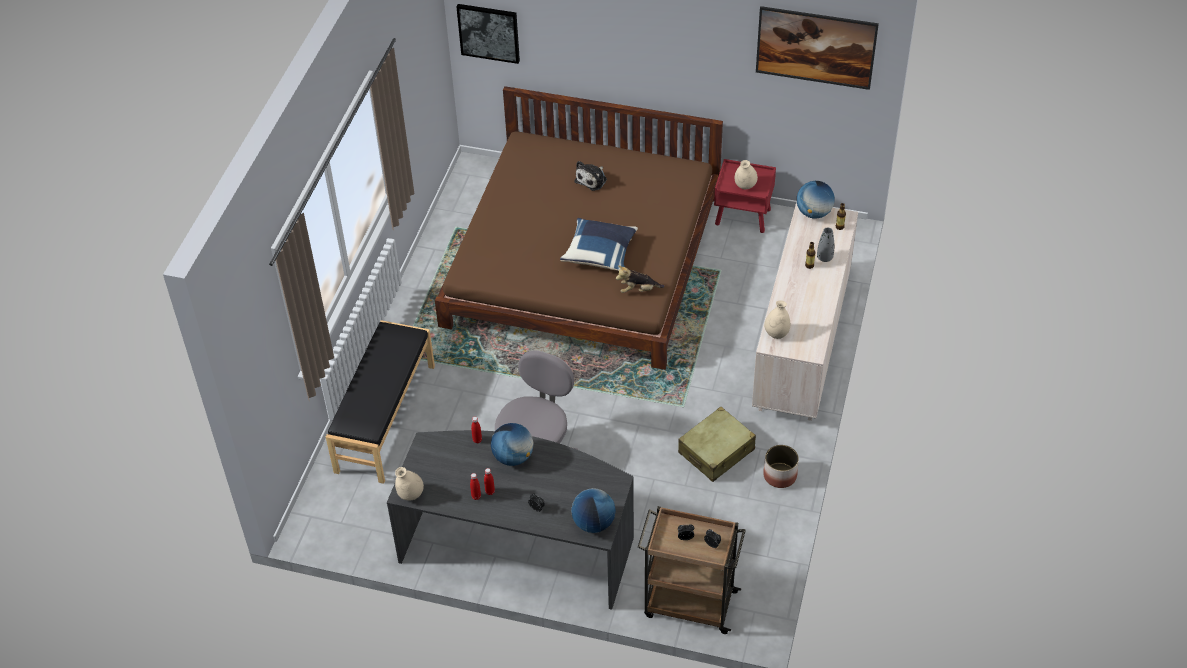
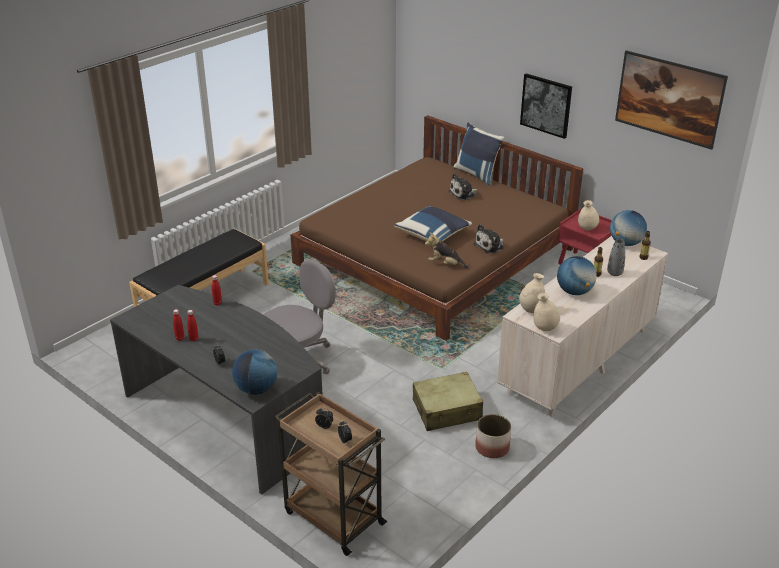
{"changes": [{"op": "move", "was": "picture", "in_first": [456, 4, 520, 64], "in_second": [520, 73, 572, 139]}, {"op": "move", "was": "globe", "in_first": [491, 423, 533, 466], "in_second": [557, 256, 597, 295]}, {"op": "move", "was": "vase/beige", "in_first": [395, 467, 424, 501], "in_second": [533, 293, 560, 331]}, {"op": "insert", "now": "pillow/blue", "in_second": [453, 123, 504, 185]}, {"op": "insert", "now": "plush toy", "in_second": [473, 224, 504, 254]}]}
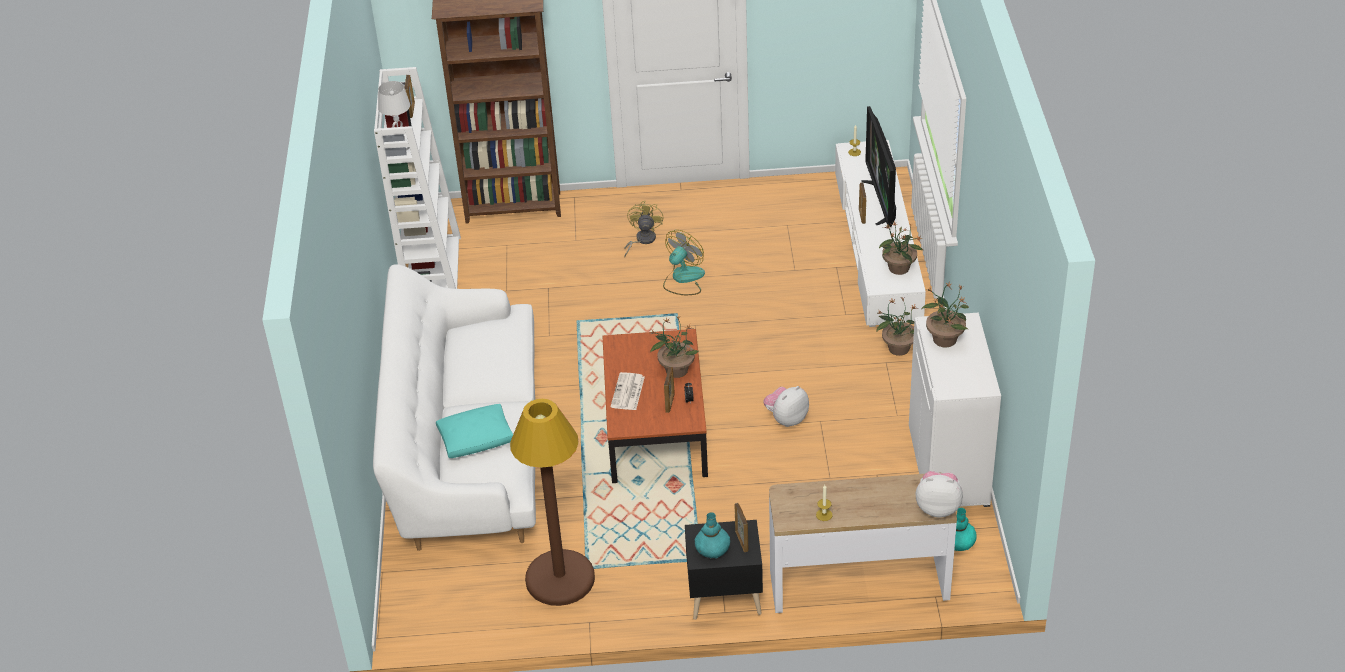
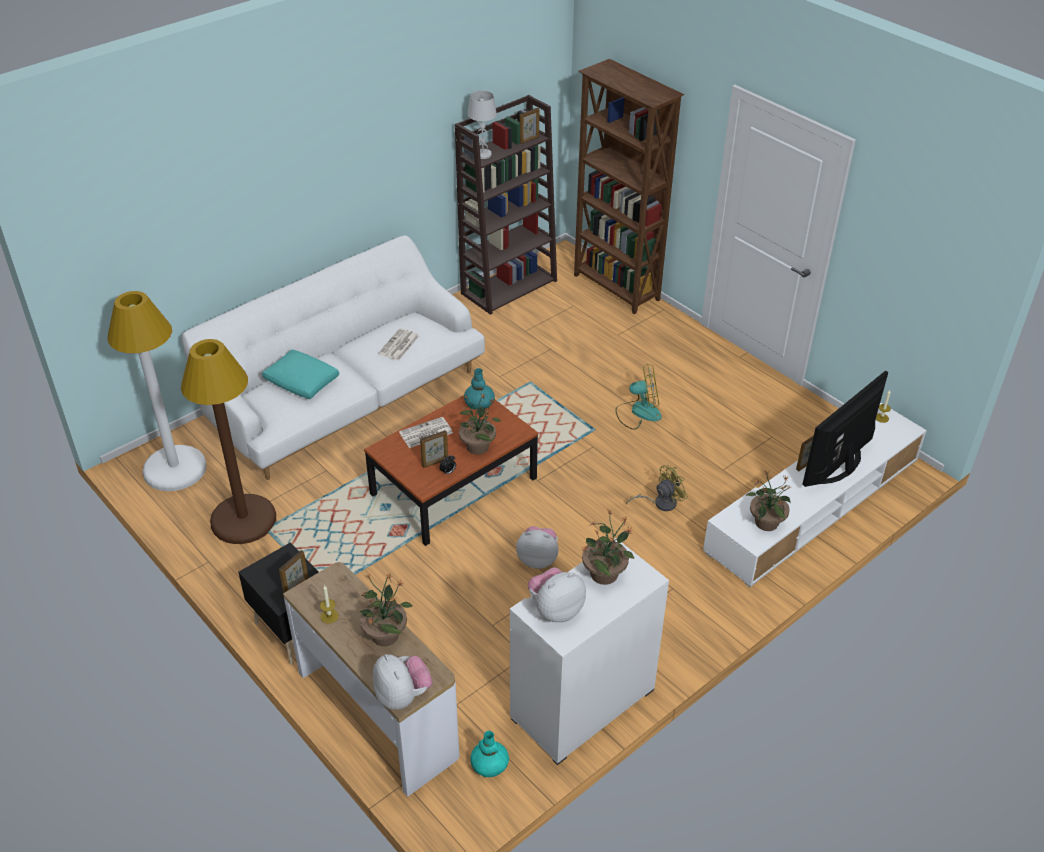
{"changes": [{"op": "recolor", "was": "bookcase/white", "now": "bookcase/brown", "in_first": [374, 67, 461, 289], "in_second": [455, 95, 557, 315]}, {"op": "move", "was": "fan/yellow", "in_first": [624, 201, 663, 256], "in_second": [626, 465, 688, 511]}, {"op": "move", "was": "potted plant", "in_first": [877, 297, 919, 356], "in_second": [360, 573, 413, 646]}, {"op": "move", "was": "vase/turquoise", "in_first": [695, 513, 730, 559], "in_second": [464, 368, 495, 409]}, {"op": "insert", "now": "floor lamp/white", "in_second": [108, 291, 207, 491]}, {"op": "insert", "now": "newspaper", "in_second": [378, 328, 419, 360]}, {"op": "insert", "now": "plush toy", "in_second": [528, 567, 586, 622]}]}
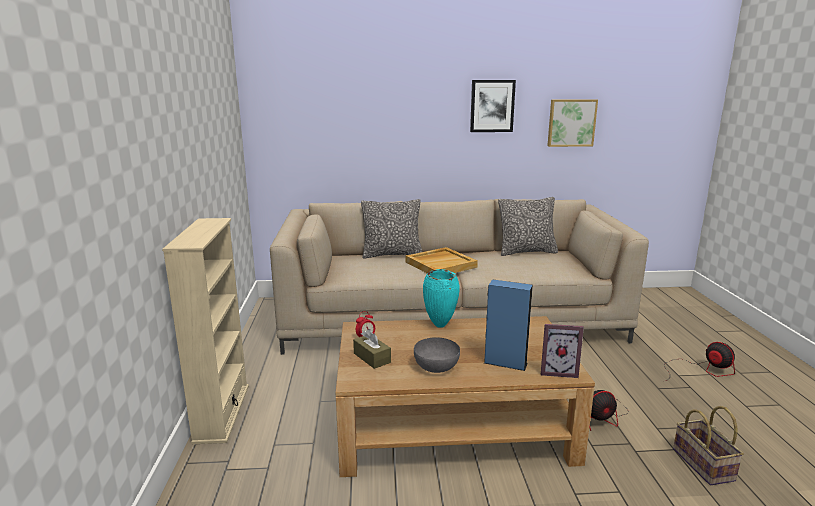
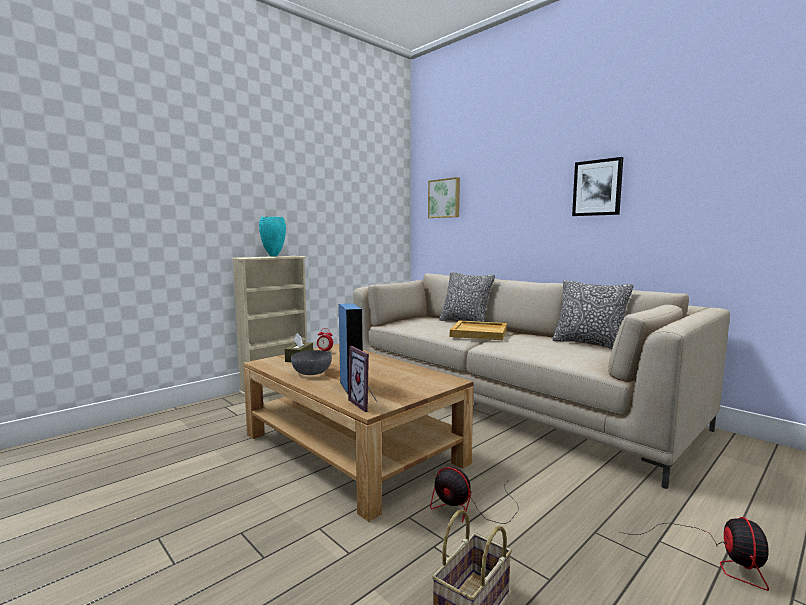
{"changes": [{"op": "move", "was": "picture", "in_first": [547, 99, 598, 147], "in_second": [428, 177, 460, 218]}, {"op": "move", "was": "vase/turquoise", "in_first": [423, 269, 460, 328], "in_second": [259, 217, 286, 257]}]}
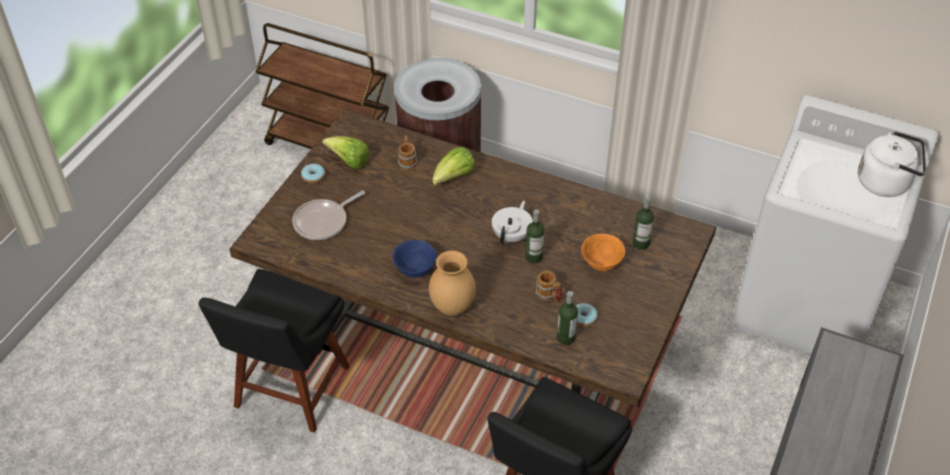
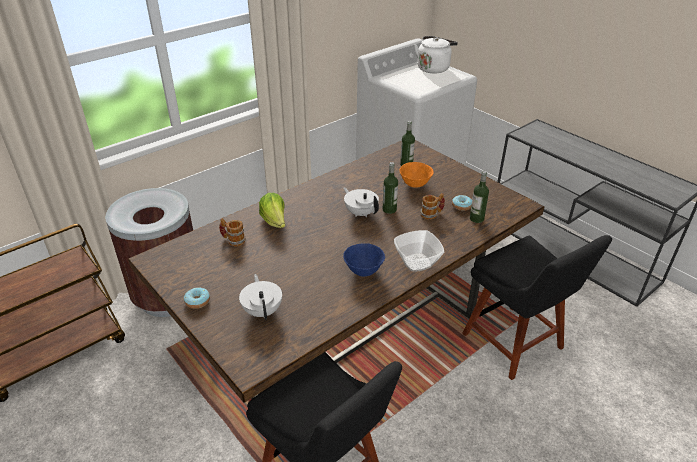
{"changes": [{"op": "delete", "was": "lettuce", "in_first": [323, 136, 370, 169]}, {"op": "replace", "was": "frying pan", "now": "teapot/white", "in_first": [292, 191, 365, 240], "in_second": [239, 274, 282, 320]}, {"op": "replace", "was": "vase/brown", "now": "bowl", "in_first": [429, 251, 476, 316], "in_second": [394, 230, 444, 272]}]}
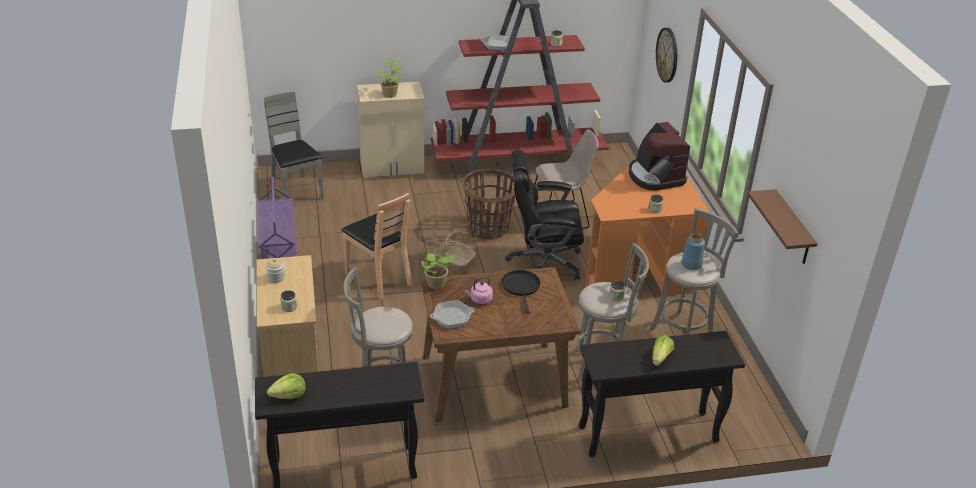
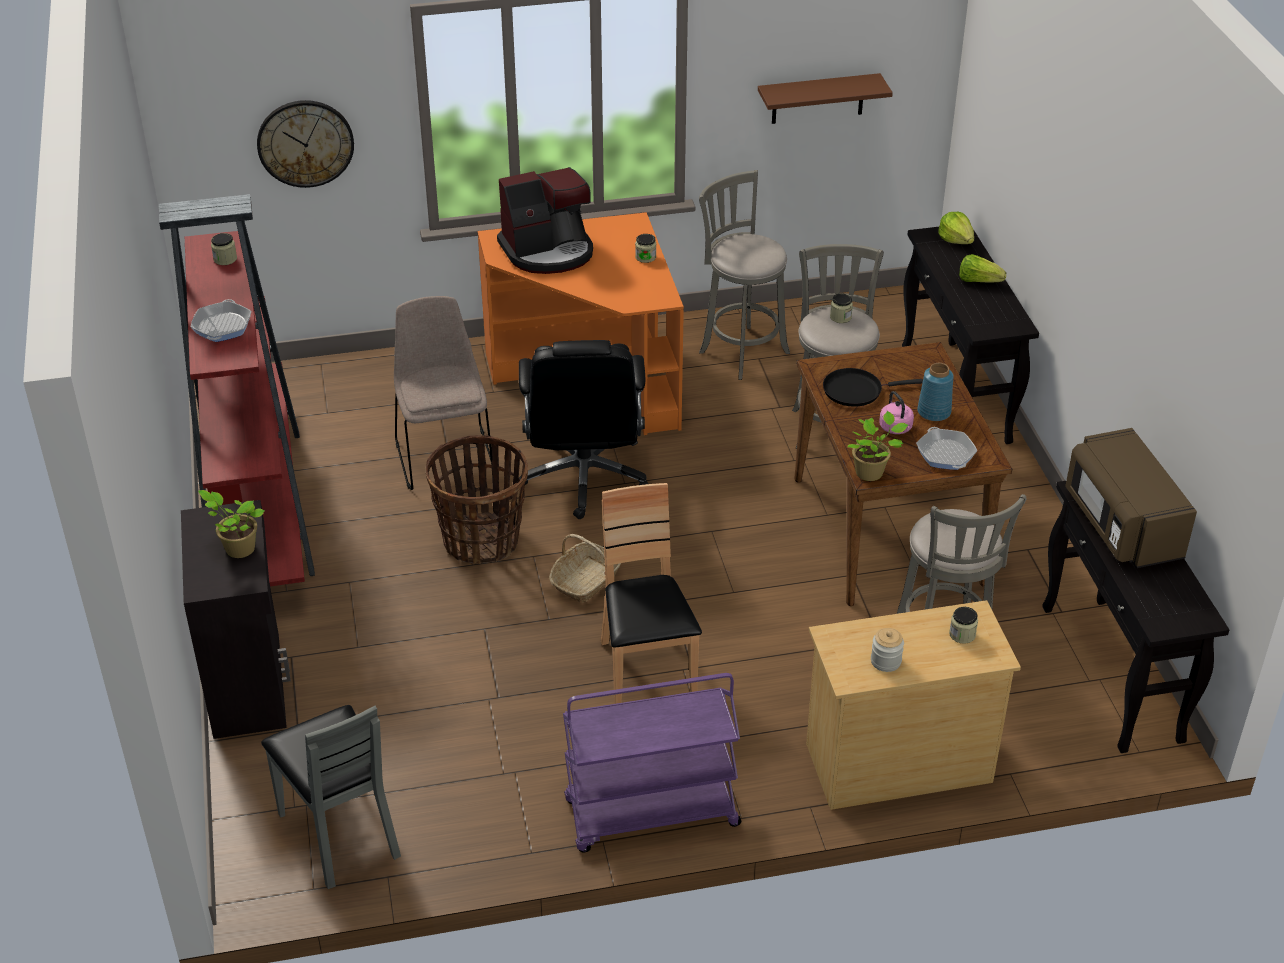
{"changes": [{"op": "recolor", "was": "cabinet/beige", "now": "cabinet/black", "in_first": [357, 82, 424, 177], "in_second": [181, 500, 291, 739]}, {"op": "rotate", "was": "chair/grey", "in_first": [264, 91, 324, 200], "in_second": [261, 705, 401, 889], "clockwise": -90}, {"op": "rotate", "was": "chair/brown", "in_first": [341, 193, 412, 300], "in_second": [601, 483, 702, 704], "clockwise": -60}, {"op": "move", "was": "vase/blue", "in_first": [681, 233, 705, 270], "in_second": [917, 363, 954, 421]}, {"op": "move", "was": "lettuce", "in_first": [267, 373, 306, 399], "in_second": [938, 212, 974, 244]}, {"op": "insert", "now": "microwave/brown", "in_second": [1065, 428, 1197, 568]}]}
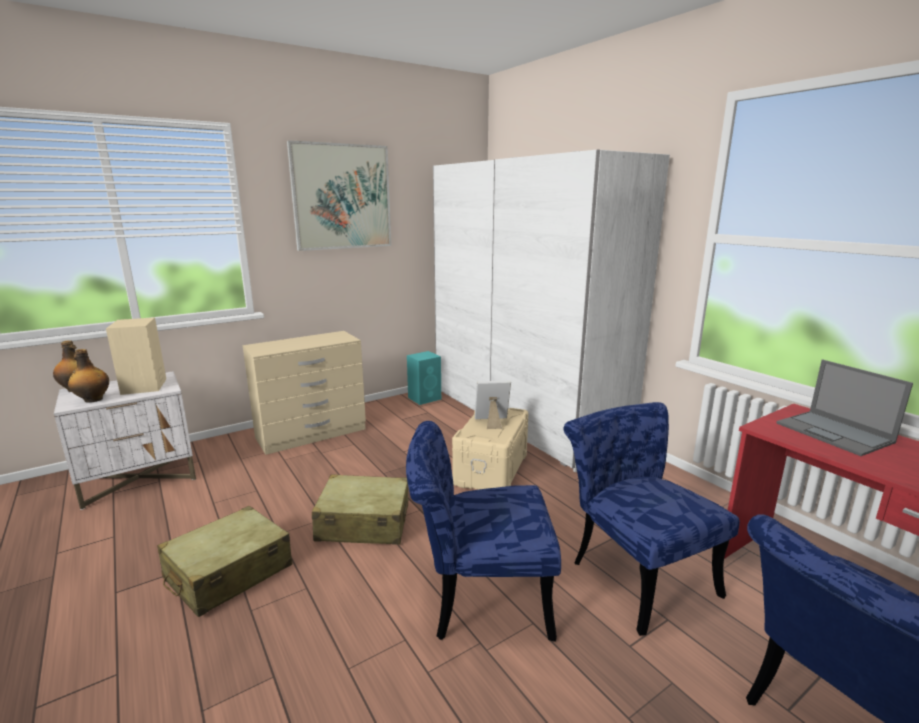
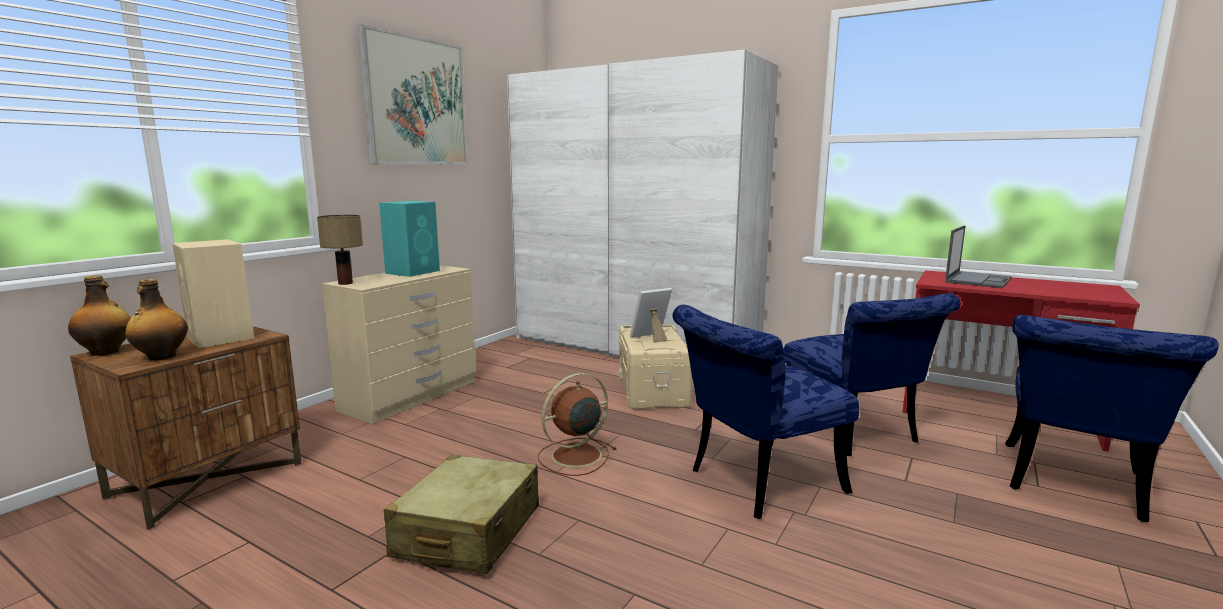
{"changes": [{"op": "move", "was": "speaker/turquoise", "in_first": [407, 351, 441, 405], "in_second": [379, 201, 440, 277]}, {"op": "rotate", "was": "laptop", "in_first": [776, 359, 913, 456], "in_second": [945, 225, 1012, 288], "clockwise": -90}, {"op": "recolor", "was": "nightstand/white", "now": "nightstand/brown", "in_first": [54, 371, 196, 510], "in_second": [70, 326, 302, 530]}, {"op": "rotate", "was": "chair/blue", "in_first": [564, 402, 740, 636], "in_second": [784, 293, 960, 456], "clockwise": -150}, {"op": "replace", "was": "suitcase/beige", "now": "fan/brown", "in_first": [312, 474, 408, 545], "in_second": [538, 373, 616, 476]}, {"op": "insert", "now": "table lamp", "in_second": [317, 215, 363, 285]}]}
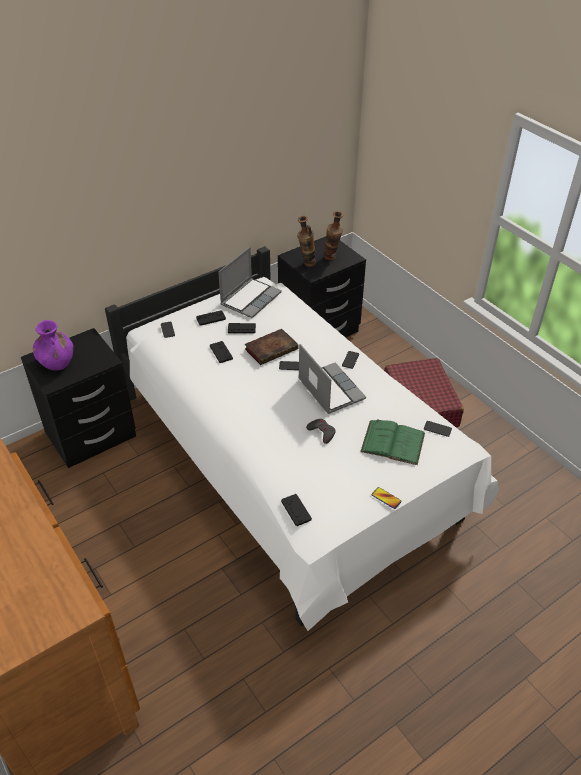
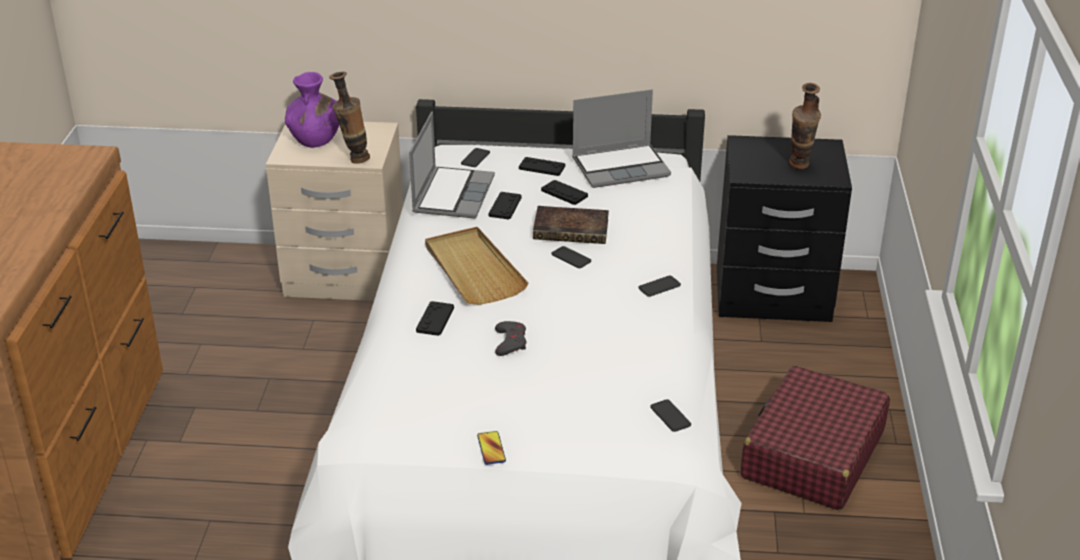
{"changes": [{"op": "move", "was": "vase", "in_first": [297, 216, 316, 267], "in_second": [329, 72, 370, 164]}, {"op": "recolor", "was": "nightstand/black", "now": "nightstand/beige", "in_first": [21, 328, 136, 468], "in_second": [266, 122, 403, 301]}, {"op": "move", "was": "laptop", "in_first": [298, 344, 366, 414], "in_second": [409, 111, 495, 218]}, {"op": "delete", "was": "book/green", "in_first": [360, 419, 425, 465]}, {"op": "move", "was": "game controller/black", "in_first": [281, 494, 312, 526], "in_second": [416, 301, 454, 336]}, {"op": "insert", "now": "tray/beige", "in_second": [425, 227, 528, 305]}]}
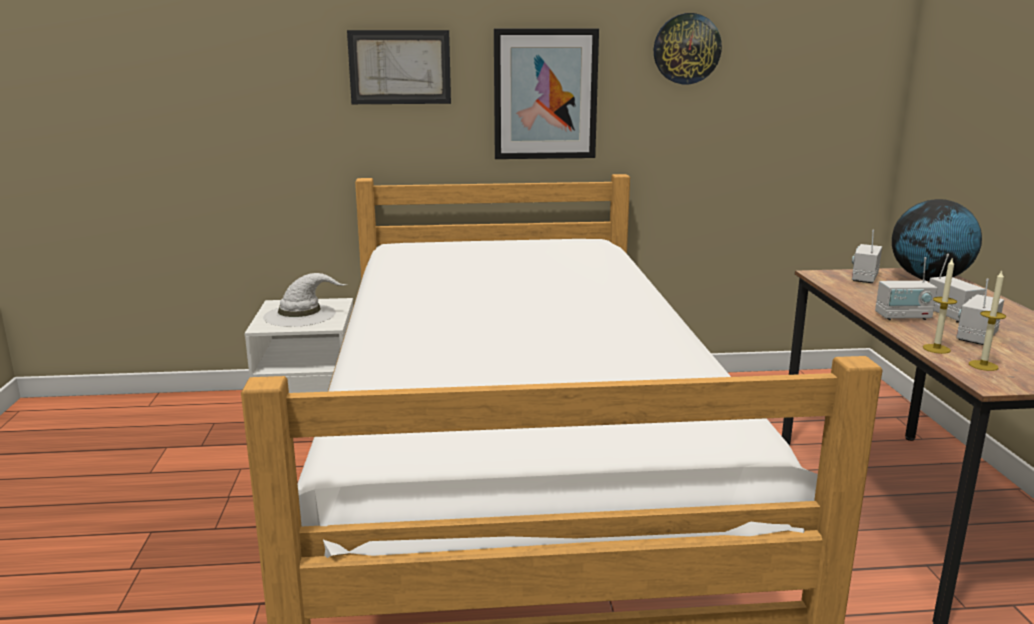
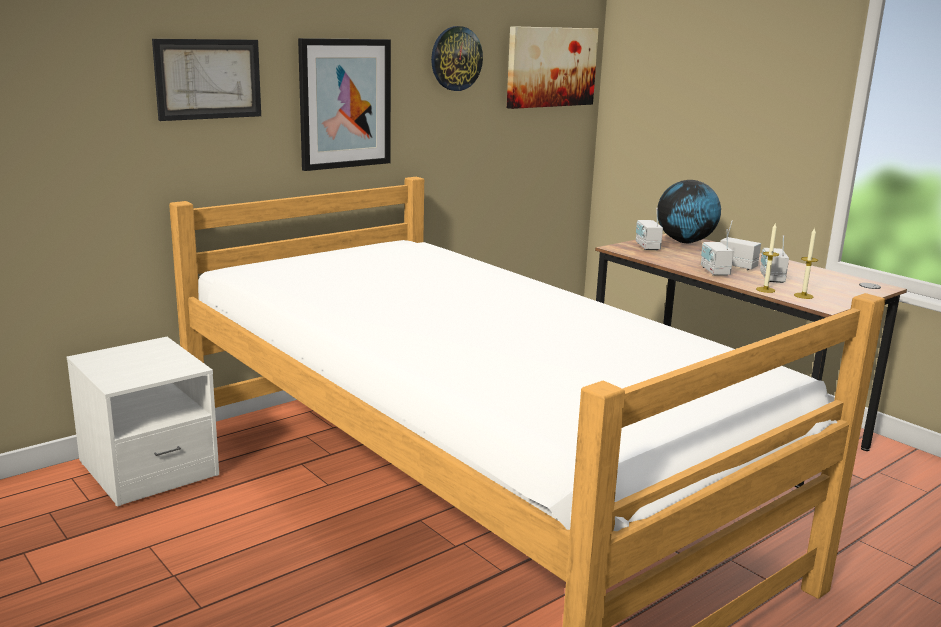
{"changes": [{"op": "rotate", "was": "radio", "in_first": [875, 257, 937, 320], "in_second": [701, 229, 734, 276], "clockwise": 120}, {"op": "delete", "was": "hat/white", "in_first": [263, 273, 347, 327]}, {"op": "insert", "now": "picture", "in_second": [507, 26, 599, 109]}]}
